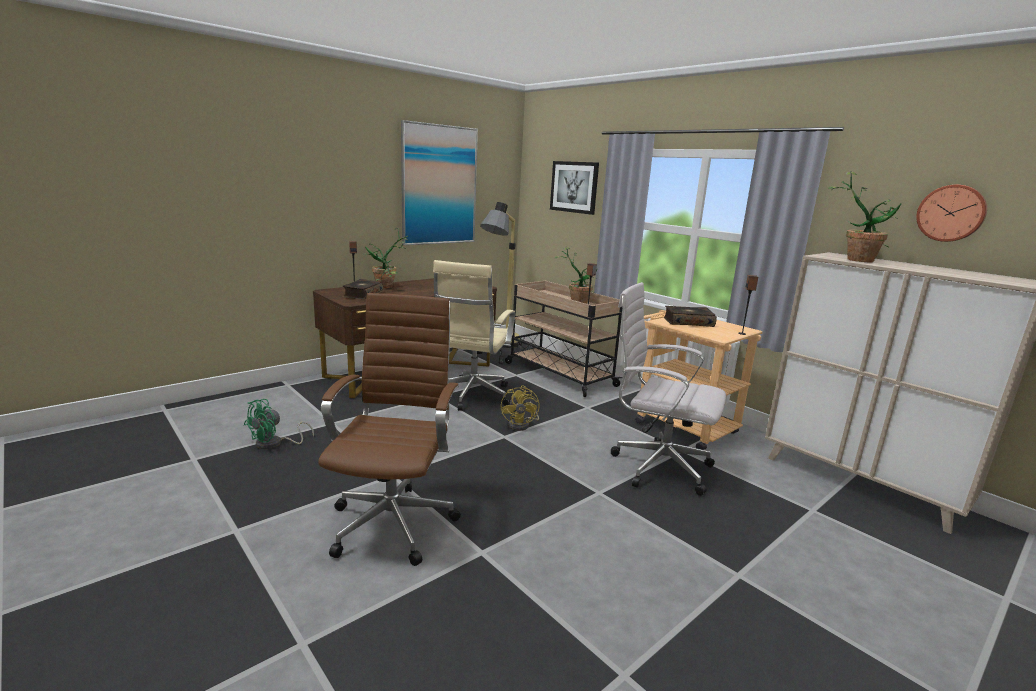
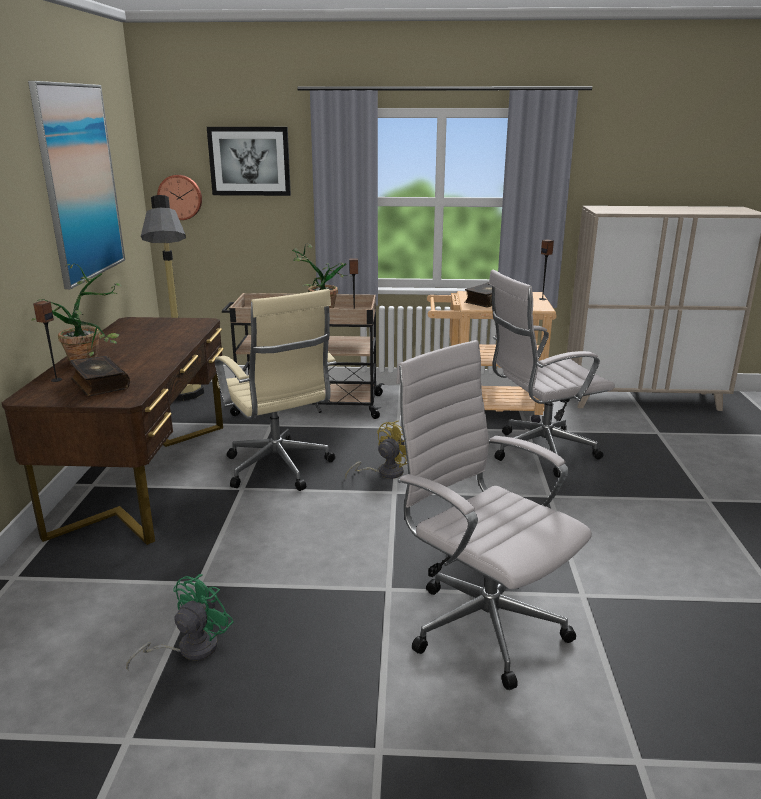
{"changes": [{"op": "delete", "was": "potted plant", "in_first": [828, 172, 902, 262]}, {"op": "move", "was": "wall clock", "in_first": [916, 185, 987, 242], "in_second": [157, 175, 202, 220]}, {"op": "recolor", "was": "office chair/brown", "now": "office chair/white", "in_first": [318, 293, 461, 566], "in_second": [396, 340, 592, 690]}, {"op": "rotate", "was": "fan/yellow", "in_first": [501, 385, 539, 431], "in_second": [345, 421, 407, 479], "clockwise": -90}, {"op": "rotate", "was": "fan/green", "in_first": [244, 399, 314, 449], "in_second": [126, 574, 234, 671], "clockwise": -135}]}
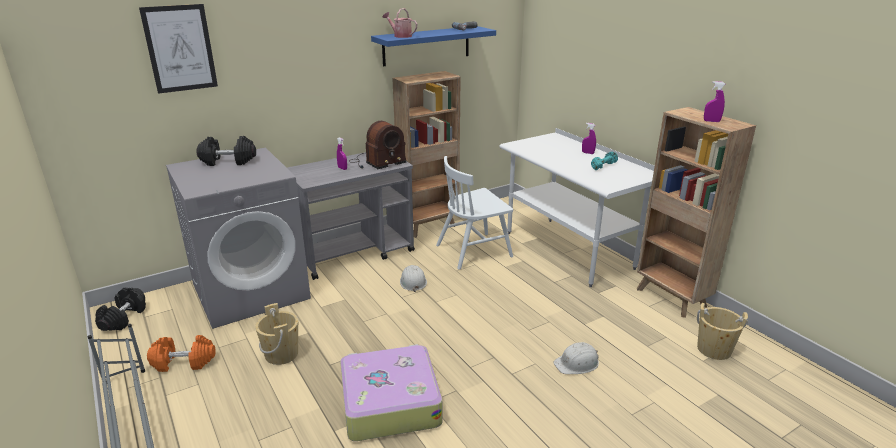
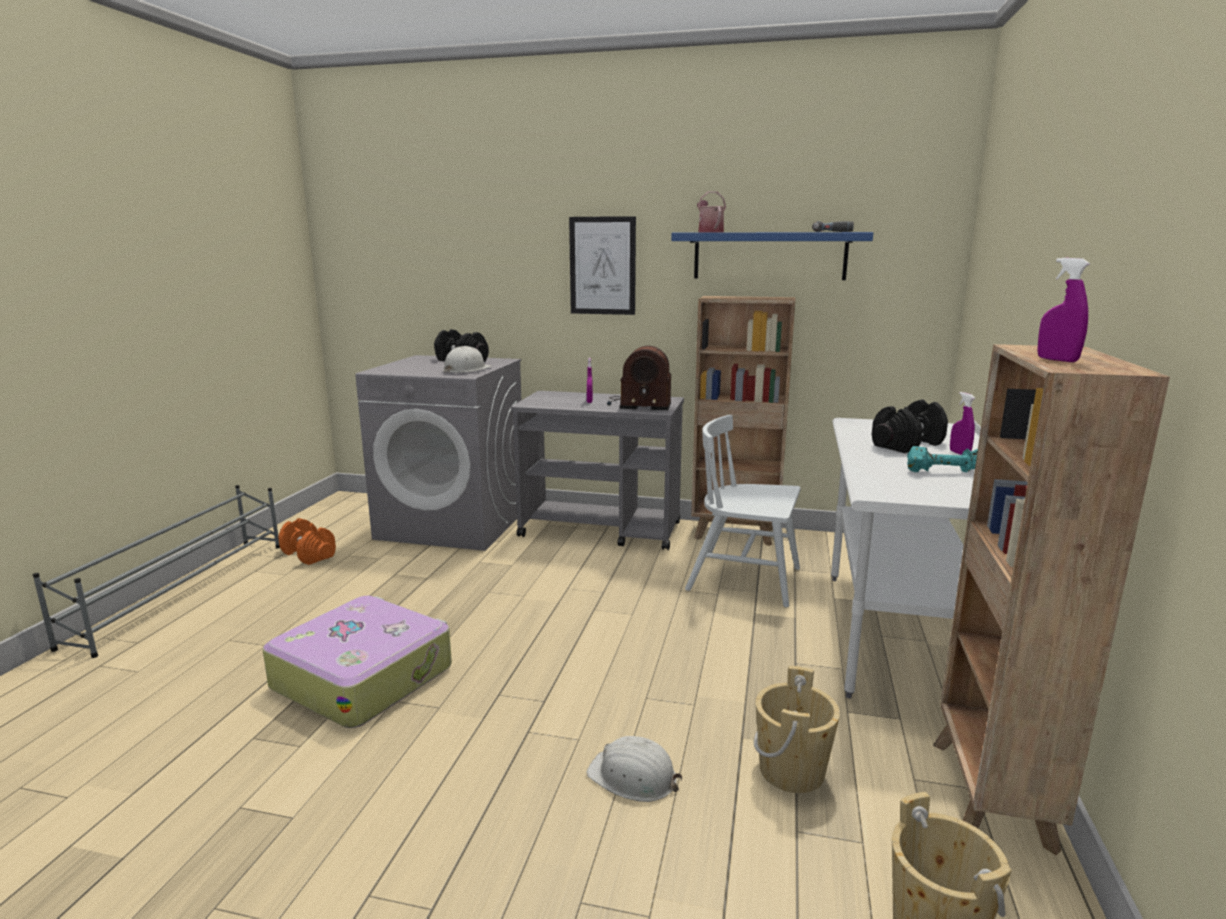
{"changes": [{"op": "move", "was": "picture", "in_first": [139, 4, 218, 94], "in_second": [569, 216, 636, 315]}, {"op": "move", "was": "hard hat/white", "in_first": [400, 265, 427, 292], "in_second": [443, 346, 492, 373]}, {"op": "move", "was": "dumbbell/black", "in_first": [95, 287, 146, 331], "in_second": [872, 399, 948, 453]}, {"op": "move", "was": "bucket/beige", "in_first": [255, 303, 298, 365], "in_second": [754, 666, 840, 793]}]}
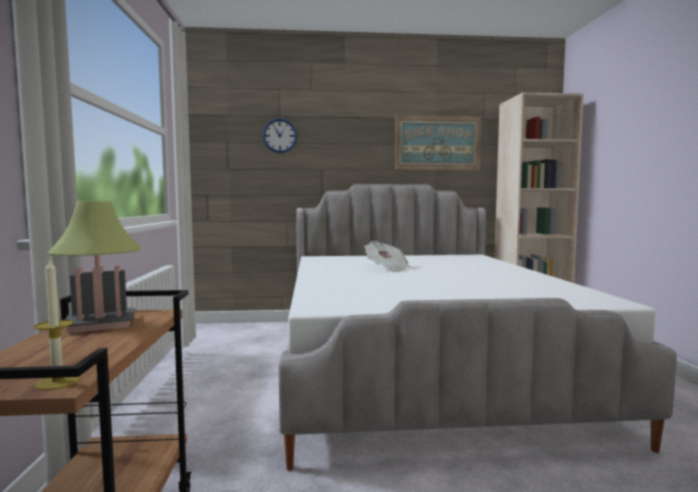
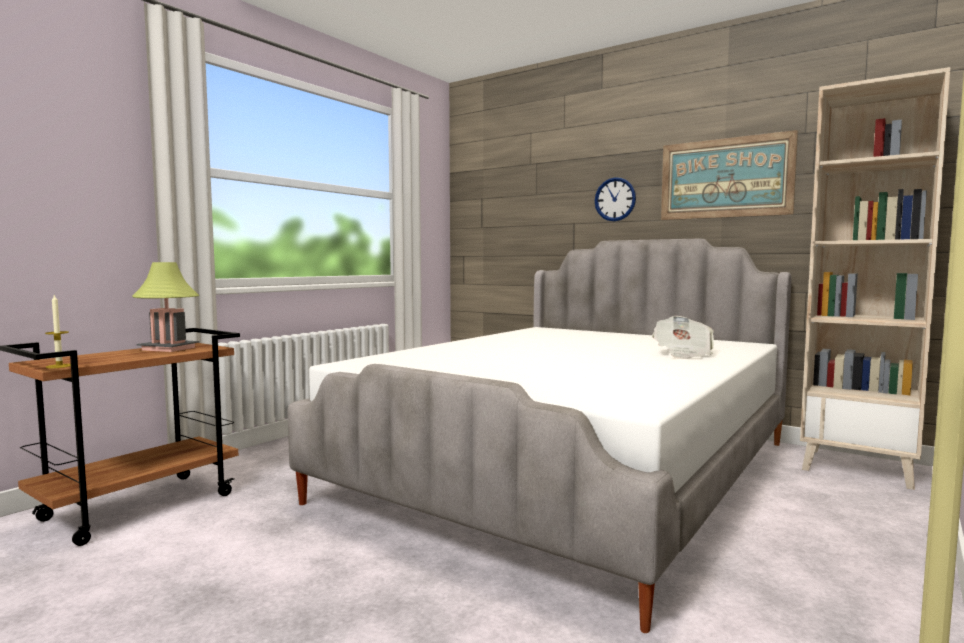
{"changes": [{"op": "move", "was": "wall clock", "in_first": [262, 118, 297, 153], "in_second": [595, 177, 636, 221]}, {"op": "move", "was": "newspaper", "in_first": [365, 241, 410, 273], "in_second": [652, 316, 714, 359]}]}
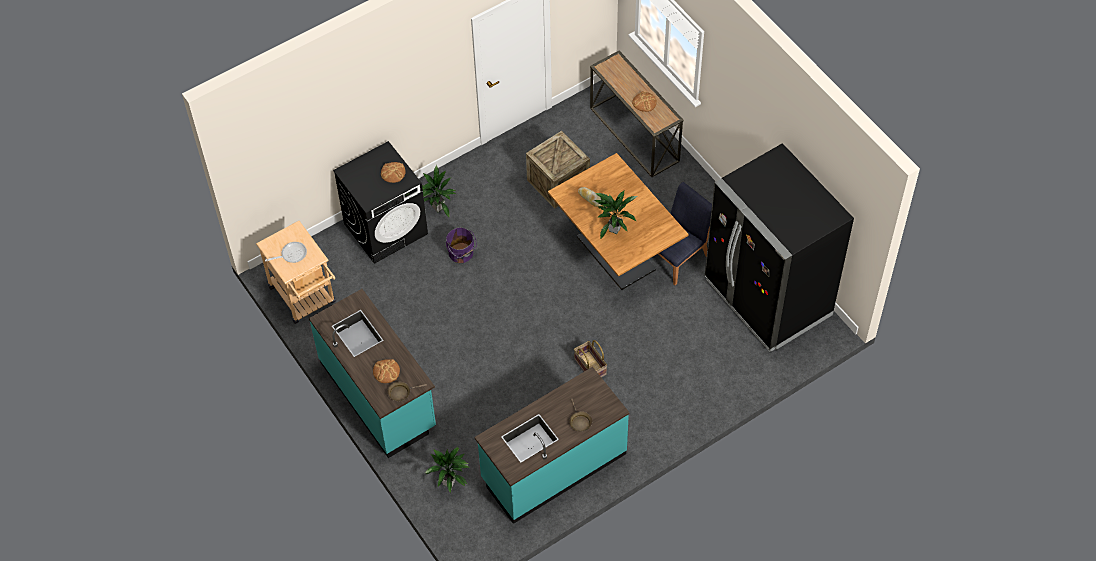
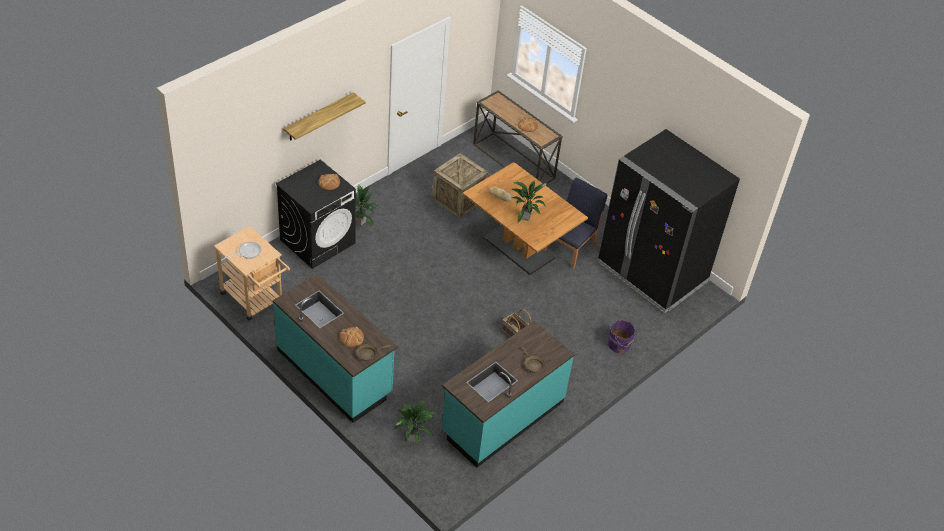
{"changes": [{"op": "move", "was": "bucket/purple", "in_first": [446, 227, 477, 263], "in_second": [608, 320, 637, 354]}, {"op": "insert", "now": "shelf", "in_second": [283, 92, 366, 141]}]}
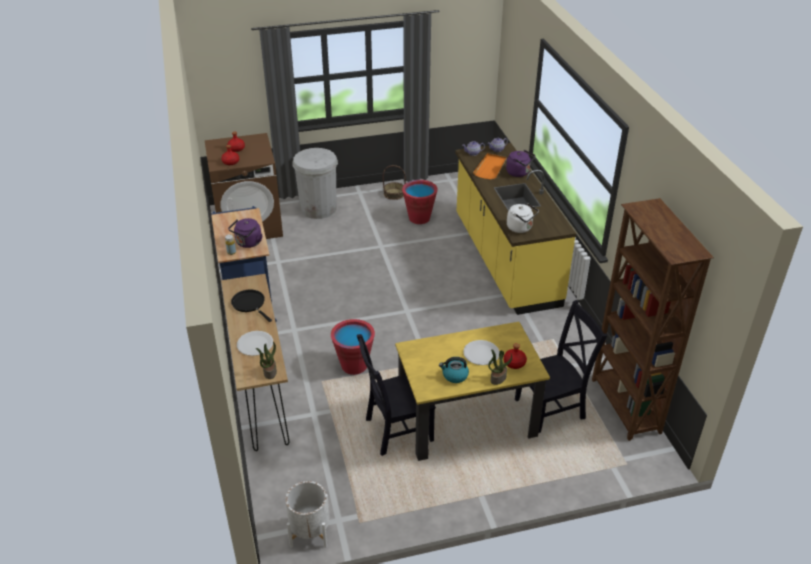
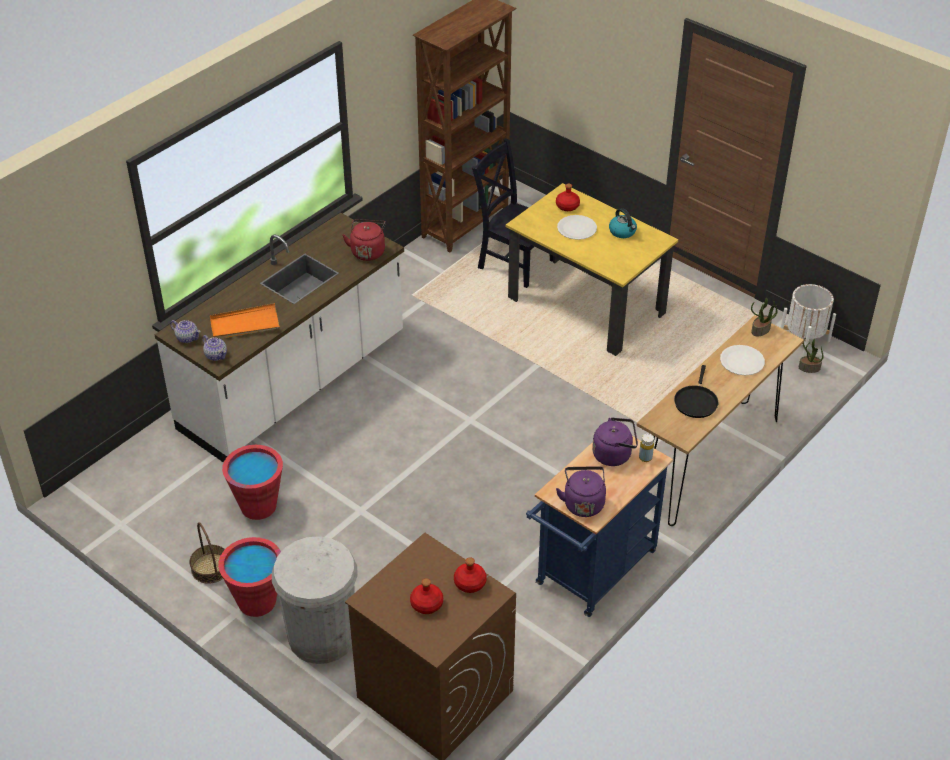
{"changes": [{"op": "recolor", "was": "counter/yellow", "now": "counter/white", "in_first": [455, 143, 576, 315], "in_second": [154, 212, 404, 462]}, {"op": "move", "was": "kettle/purple", "in_first": [506, 150, 535, 177], "in_second": [556, 466, 606, 517]}, {"op": "recolor", "was": "kettle/white", "now": "kettle/red", "in_first": [507, 203, 539, 233], "in_second": [342, 219, 385, 261]}, {"op": "move", "was": "bucket/red", "in_first": [331, 319, 375, 375], "in_second": [218, 537, 281, 617]}, {"op": "delete", "was": "chair/black", "in_first": [357, 334, 436, 456]}, {"op": "move", "was": "potted plant", "in_first": [488, 349, 512, 385], "in_second": [799, 337, 824, 373]}]}
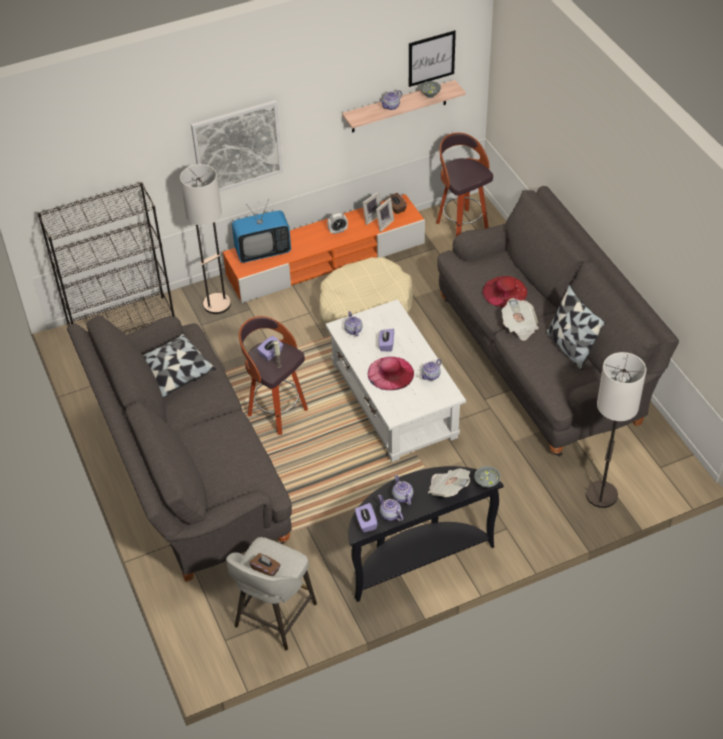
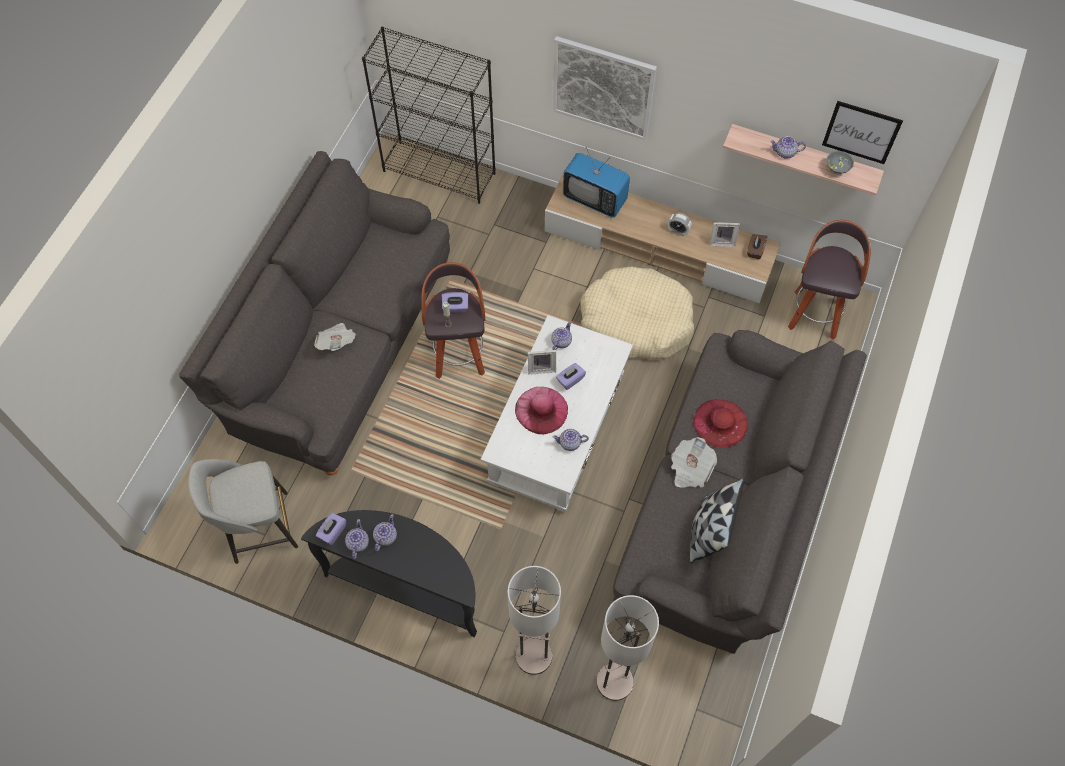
{"changes": [{"op": "move", "was": "floor lamp", "in_first": [180, 164, 231, 314], "in_second": [508, 566, 561, 675]}, {"op": "recolor", "was": "tv stand/orange", "now": "tv stand/beige", "in_first": [223, 194, 425, 303], "in_second": [545, 175, 781, 303]}, {"op": "move", "was": "picture frame", "in_first": [376, 198, 394, 232], "in_second": [528, 350, 556, 375]}, {"op": "delete", "was": "pillow", "in_first": [143, 334, 216, 398]}, {"op": "delete", "was": "bowl/grey", "in_first": [474, 466, 501, 488]}, {"op": "move", "was": "newspaper", "in_first": [428, 468, 470, 497], "in_second": [314, 323, 356, 351]}, {"op": "delete", "was": "tissue box/brown", "in_first": [249, 553, 280, 576]}]}
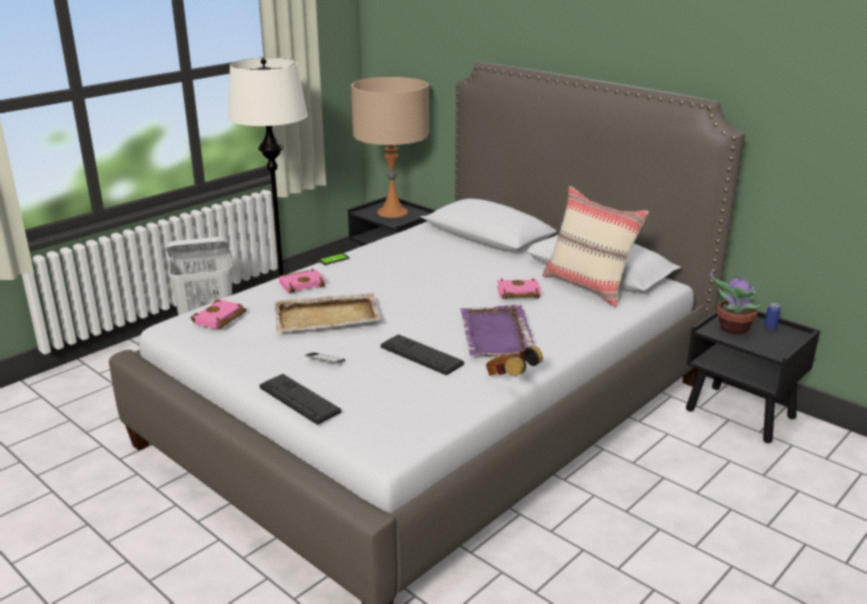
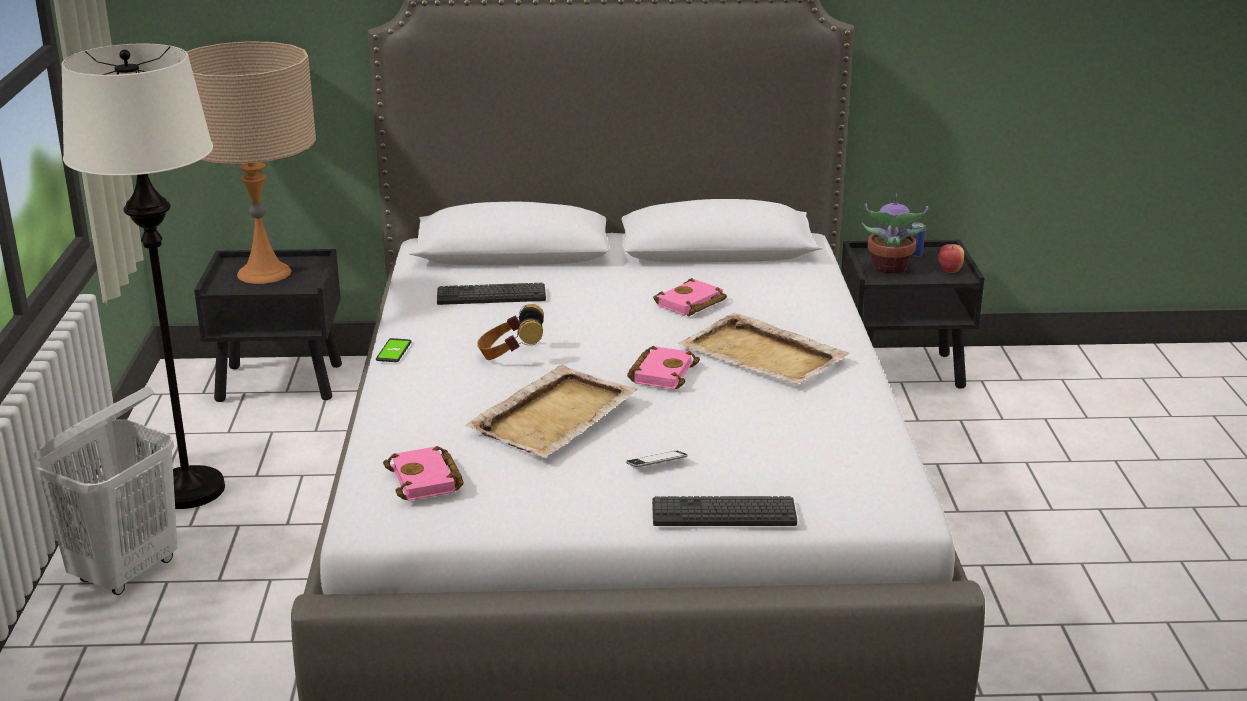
{"changes": [{"op": "delete", "was": "pillow/beige", "in_first": [542, 186, 649, 307]}, {"op": "move", "was": "book/pink", "in_first": [279, 268, 325, 293], "in_second": [627, 346, 700, 389]}, {"op": "recolor", "was": "tray/purple", "now": "tray/beige", "in_first": [460, 305, 535, 356], "in_second": [678, 313, 850, 384]}, {"op": "move", "was": "keyboard", "in_first": [381, 334, 464, 375], "in_second": [437, 283, 546, 305]}, {"op": "move", "was": "headphones", "in_first": [486, 345, 543, 377], "in_second": [477, 304, 544, 360]}, {"op": "insert", "now": "apple", "in_second": [938, 244, 964, 273]}]}
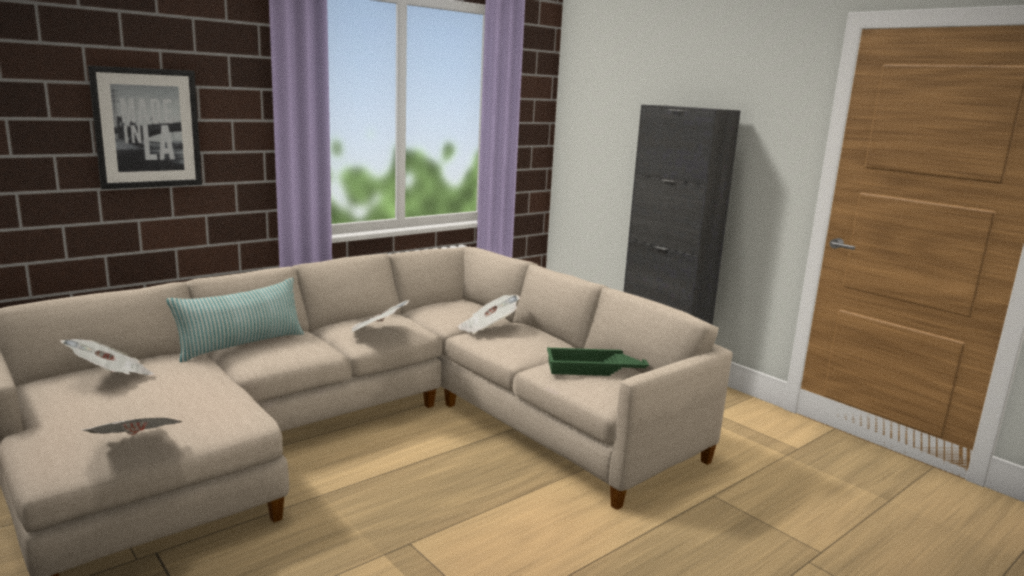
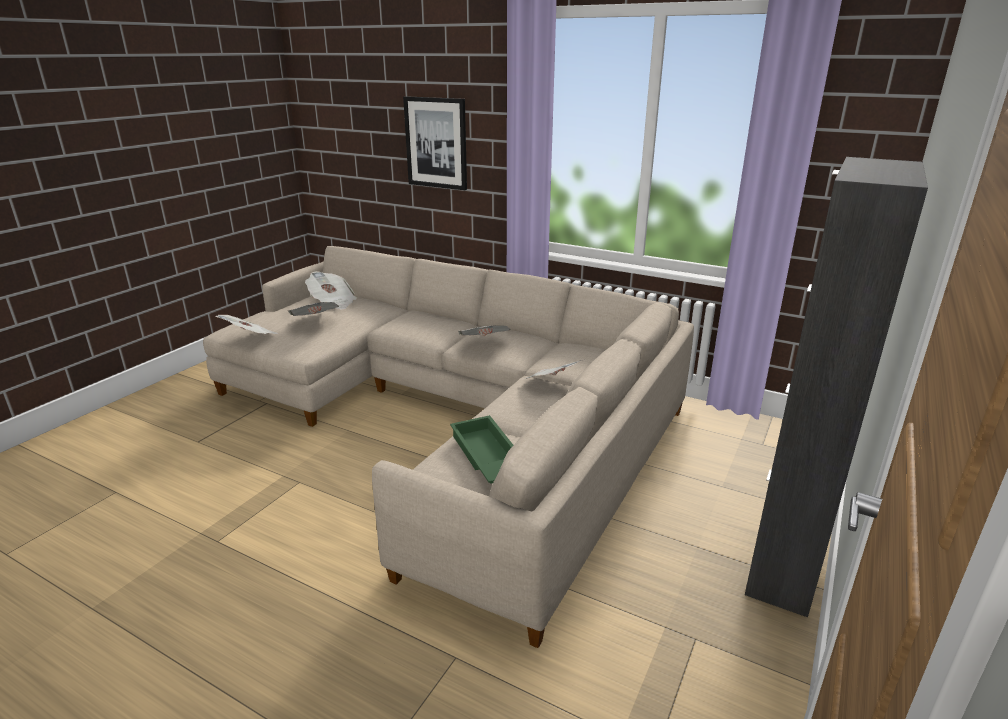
{"changes": [{"op": "delete", "was": "pillow", "in_first": [167, 278, 304, 362]}, {"op": "insert", "now": "newspaper", "in_second": [288, 302, 339, 316]}]}
